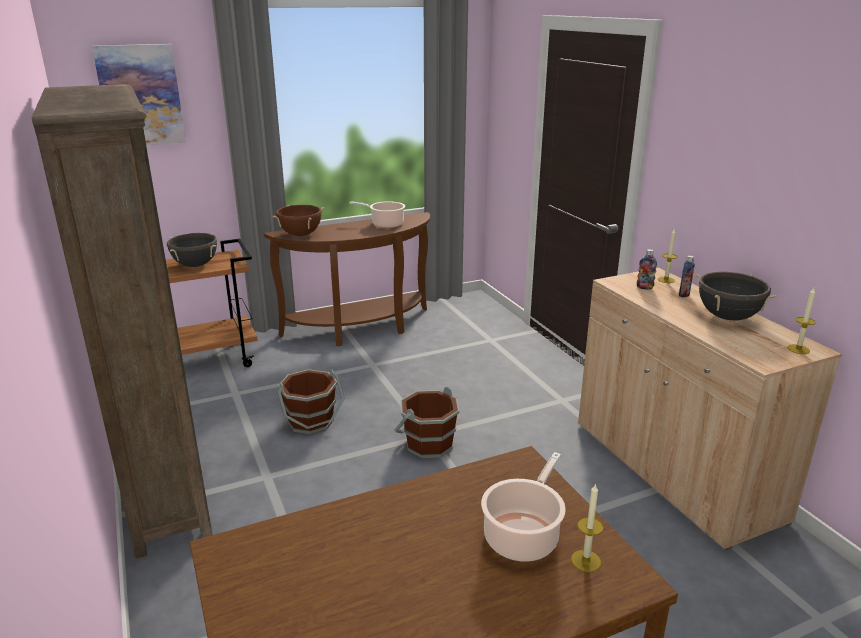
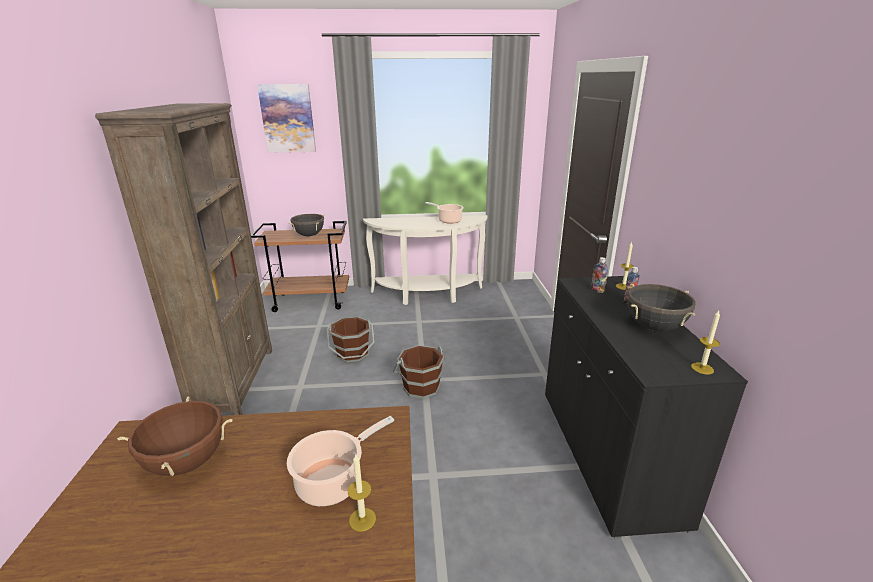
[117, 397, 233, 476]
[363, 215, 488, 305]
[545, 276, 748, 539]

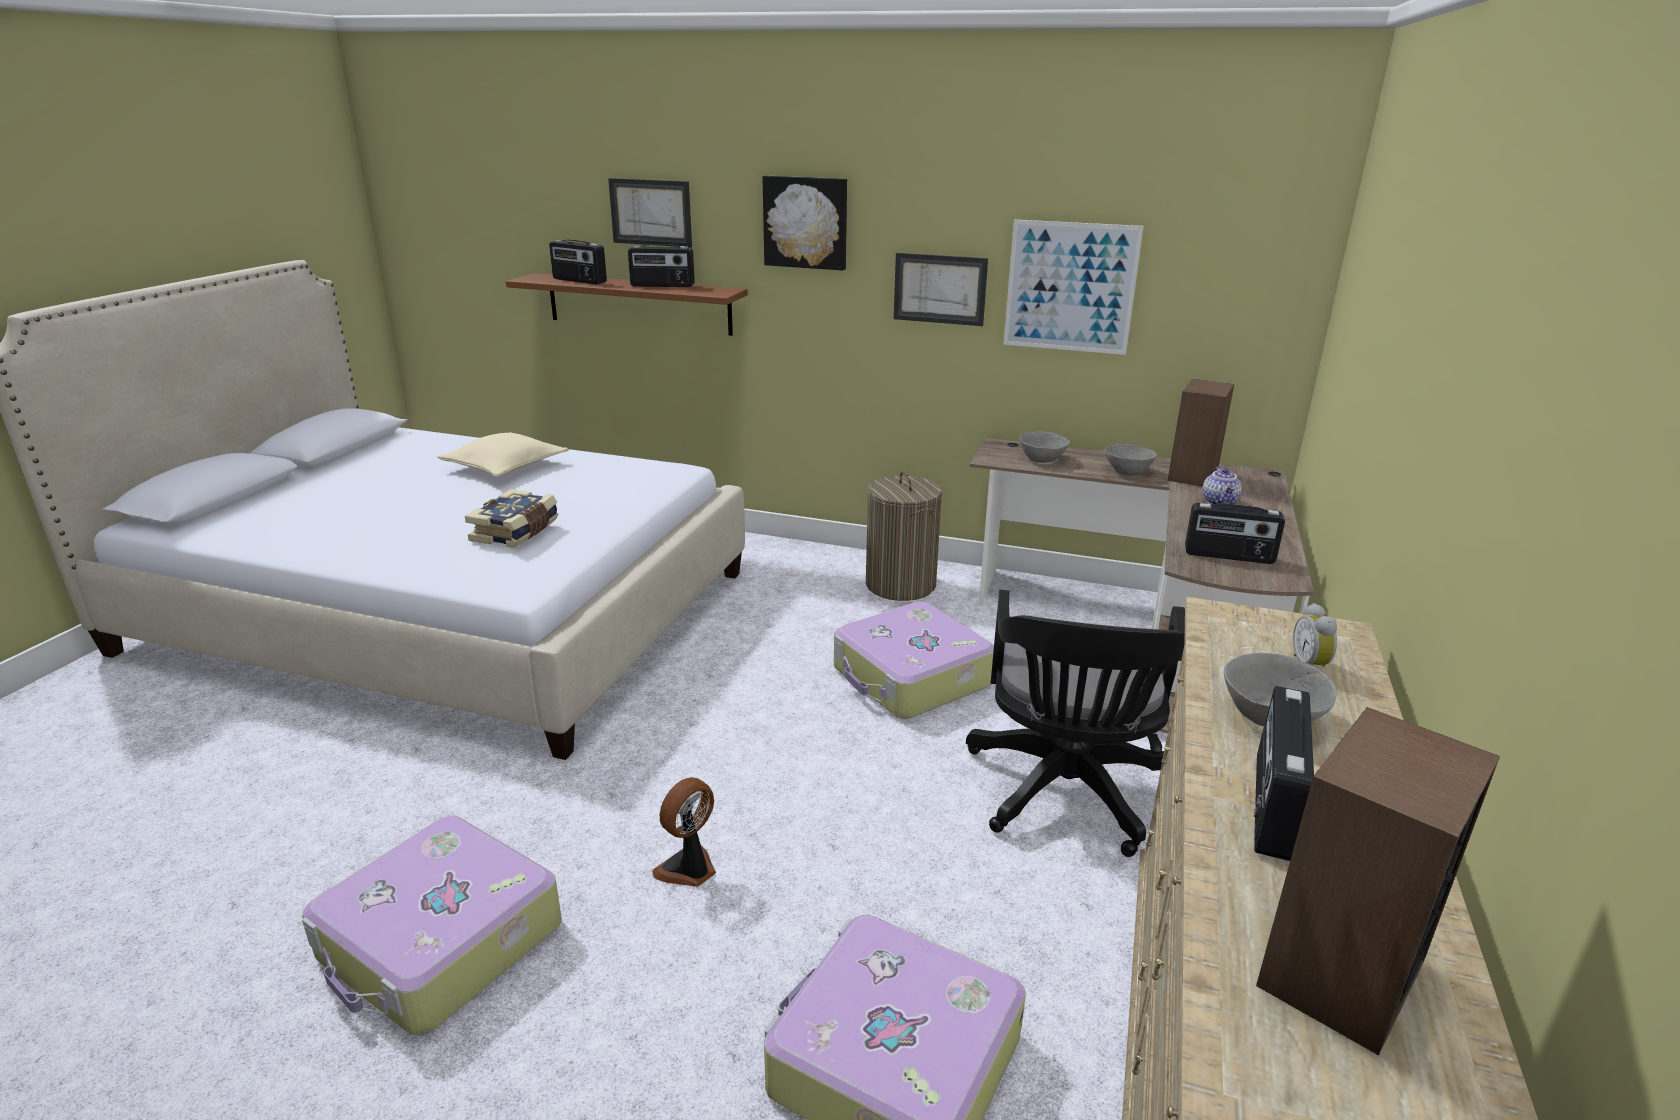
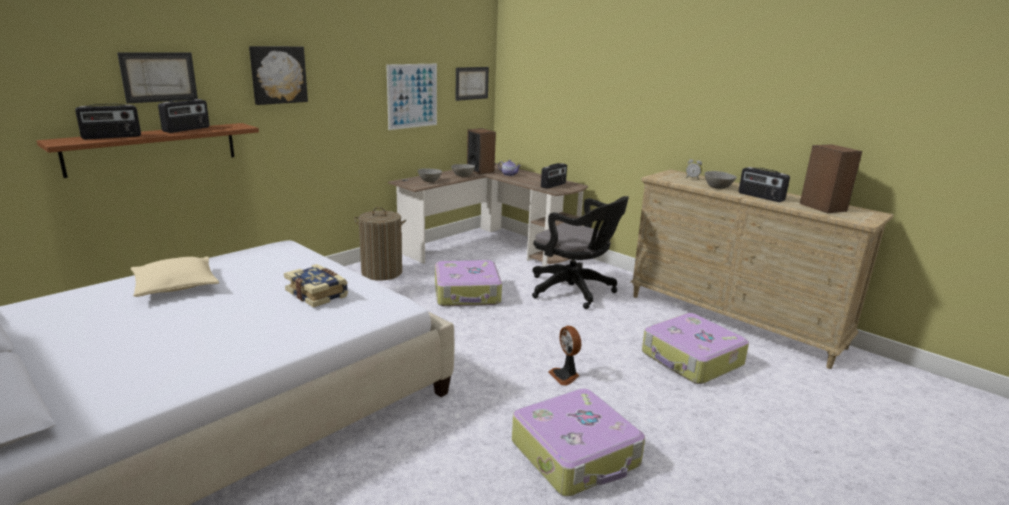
[456, 67, 489, 101]

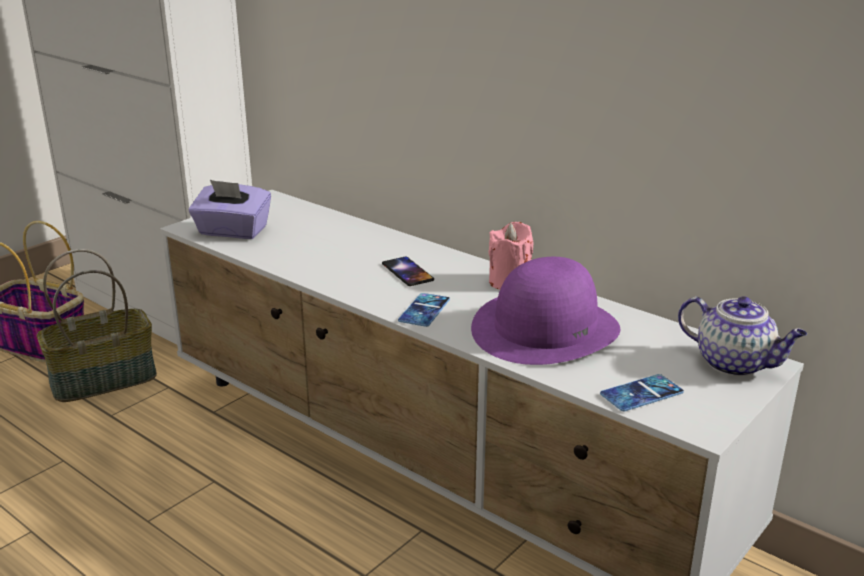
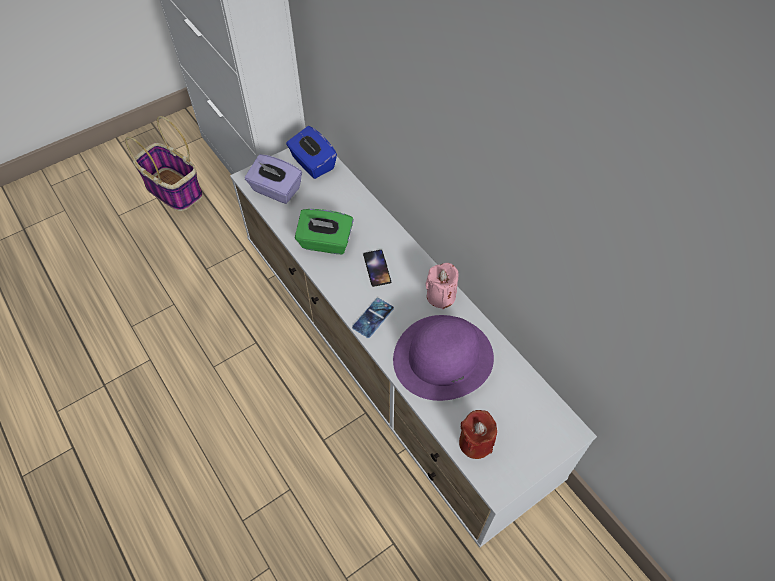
[286, 126, 337, 179]
[295, 209, 354, 254]
[459, 410, 497, 459]
[37, 249, 157, 402] (first image)
[678, 296, 807, 376] (first image)

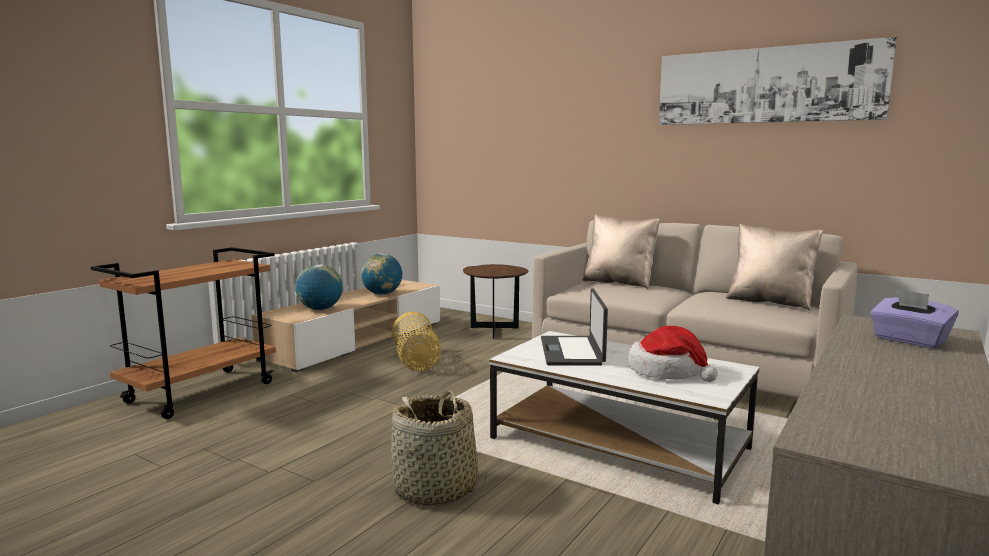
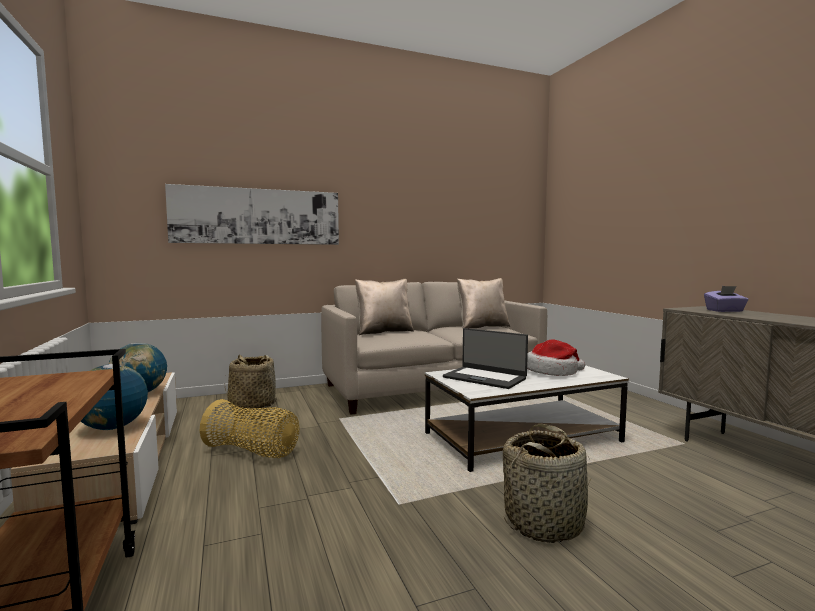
[165, 184, 339, 245]
[225, 355, 277, 410]

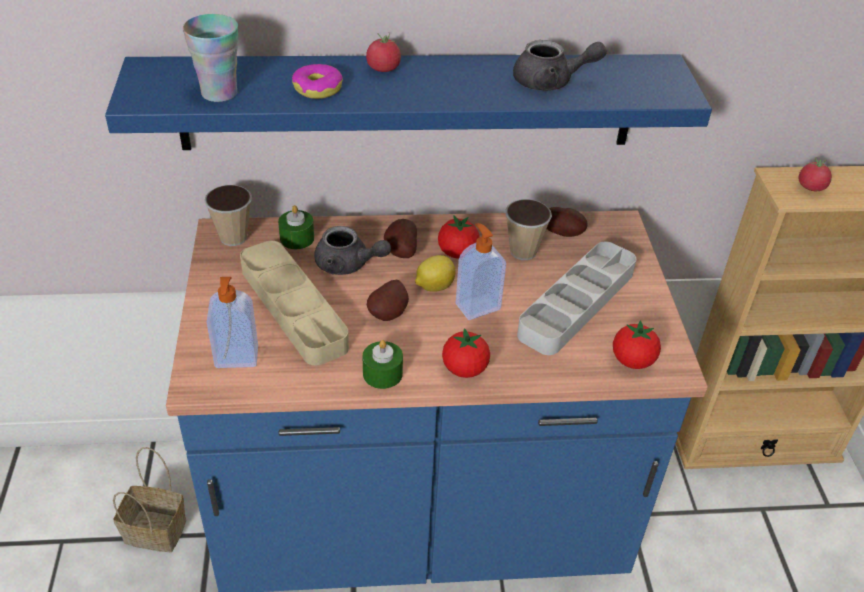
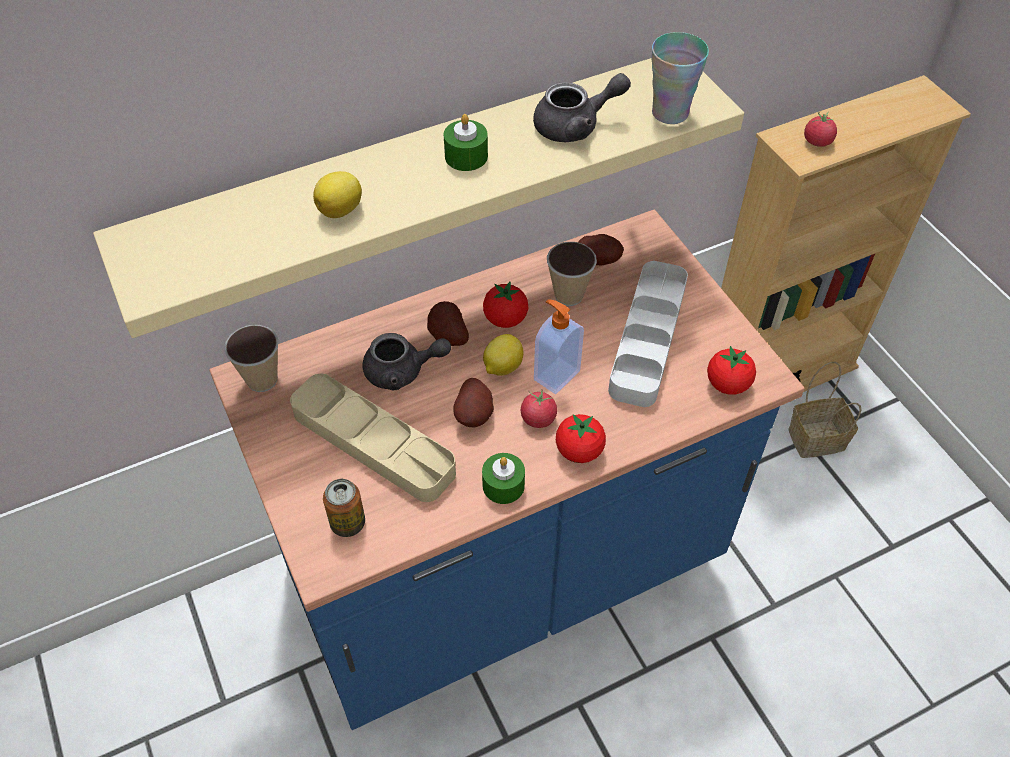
[93, 58, 744, 338]
[313, 171, 362, 218]
[323, 479, 365, 537]
[444, 114, 488, 171]
[521, 389, 557, 428]
[652, 32, 709, 124]
[788, 362, 862, 458]

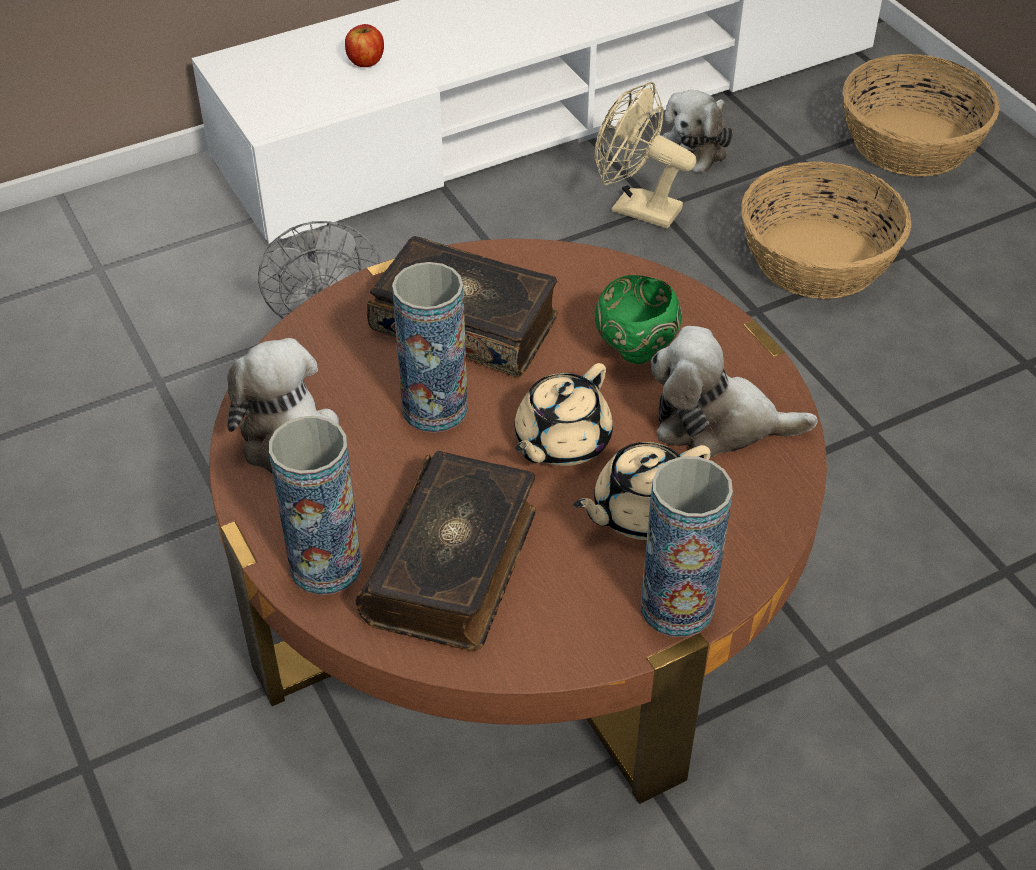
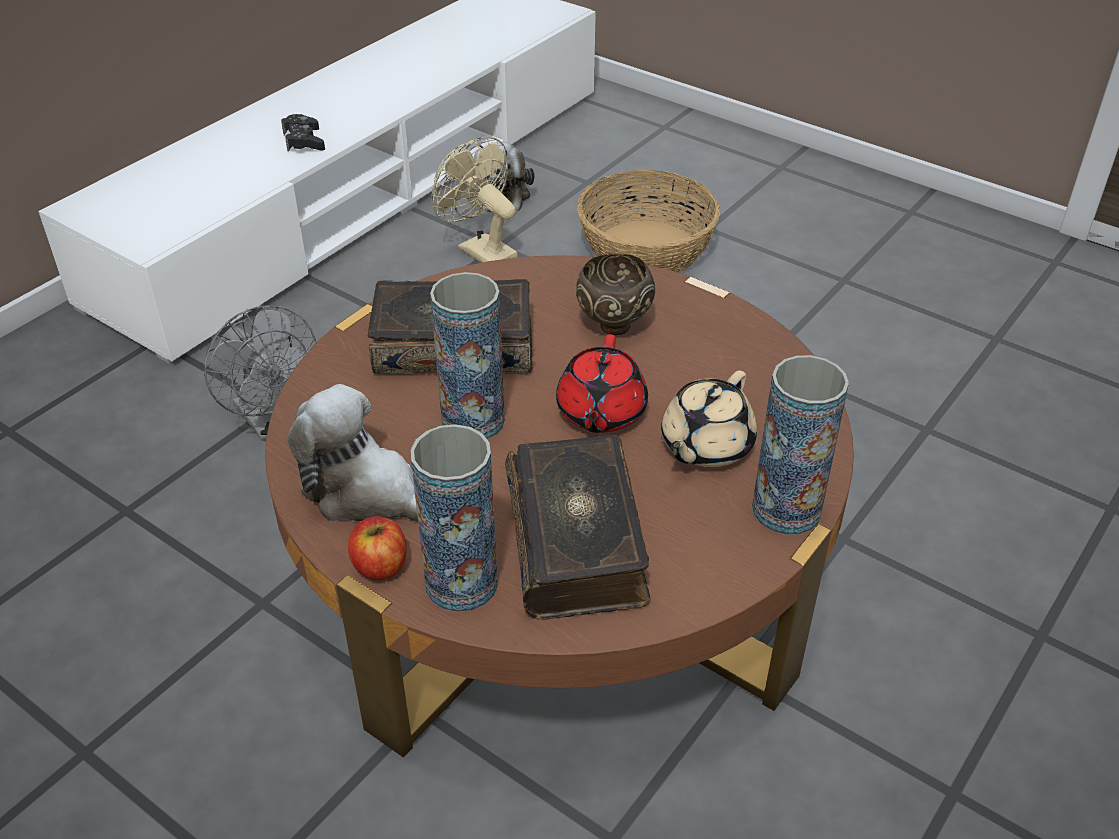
[281, 114, 325, 152]
[348, 516, 407, 580]
[431, 137, 518, 263]
[556, 334, 648, 433]
[576, 254, 655, 335]
[651, 326, 818, 458] (first image)
[842, 54, 1000, 177] (first image)

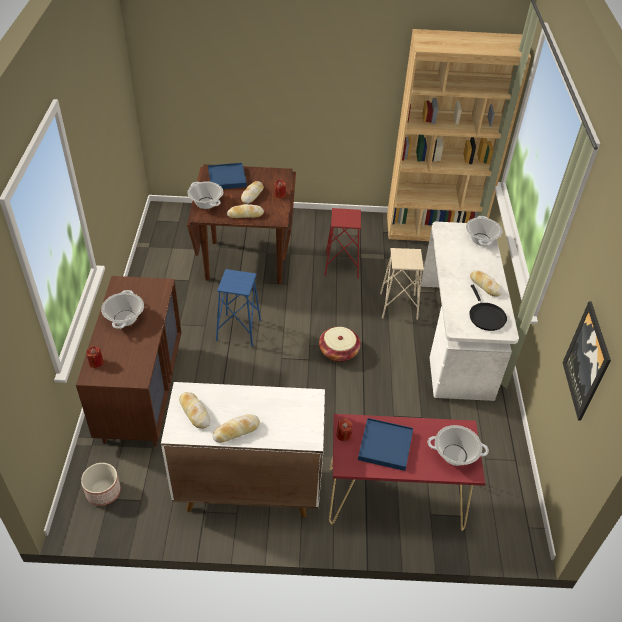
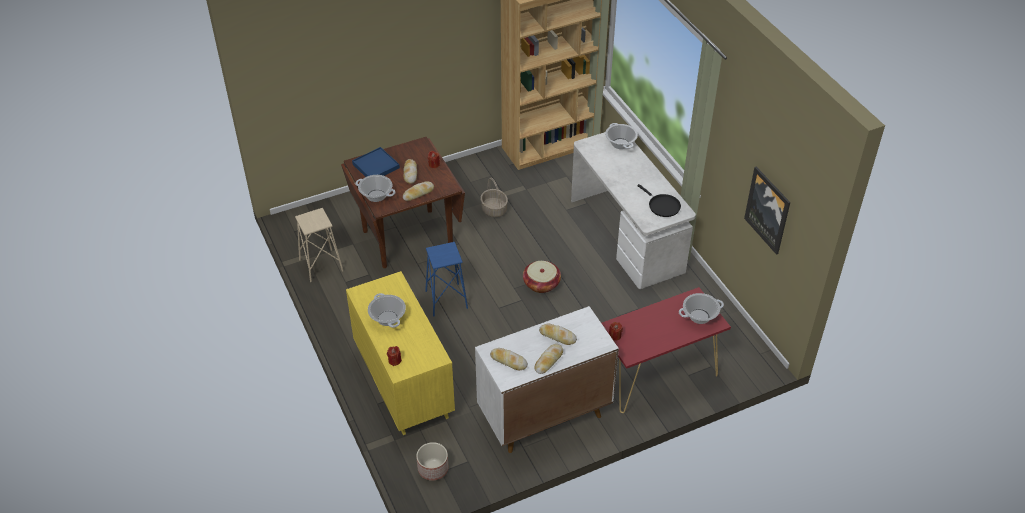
[295, 208, 343, 282]
[346, 271, 455, 435]
[481, 177, 508, 217]
[539, 324, 577, 345]
[358, 418, 413, 471] (first image)

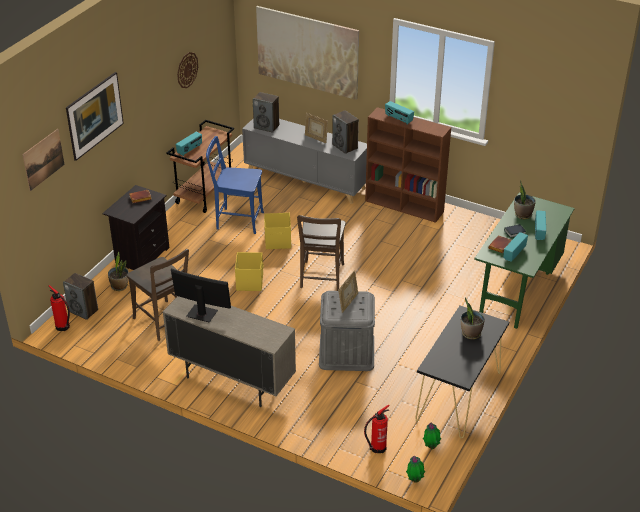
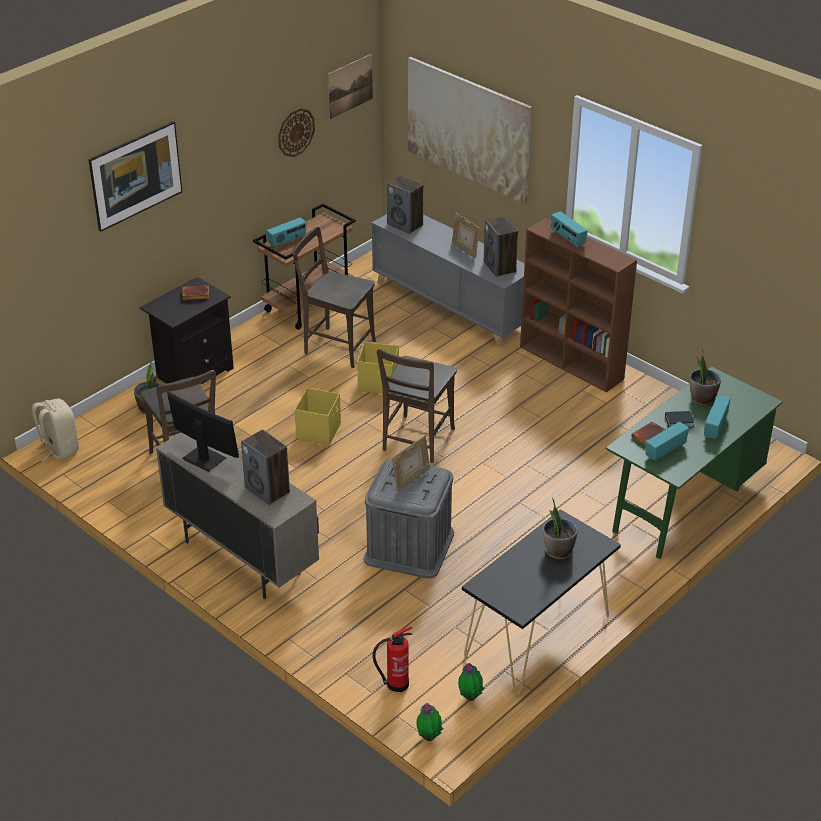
[32, 398, 79, 462]
[241, 430, 290, 505]
[293, 227, 376, 368]
[328, 54, 373, 119]

